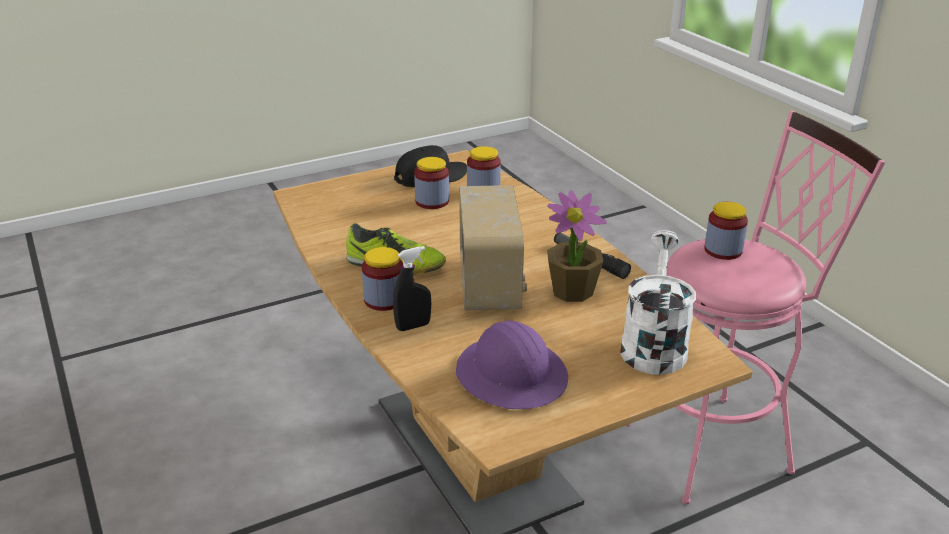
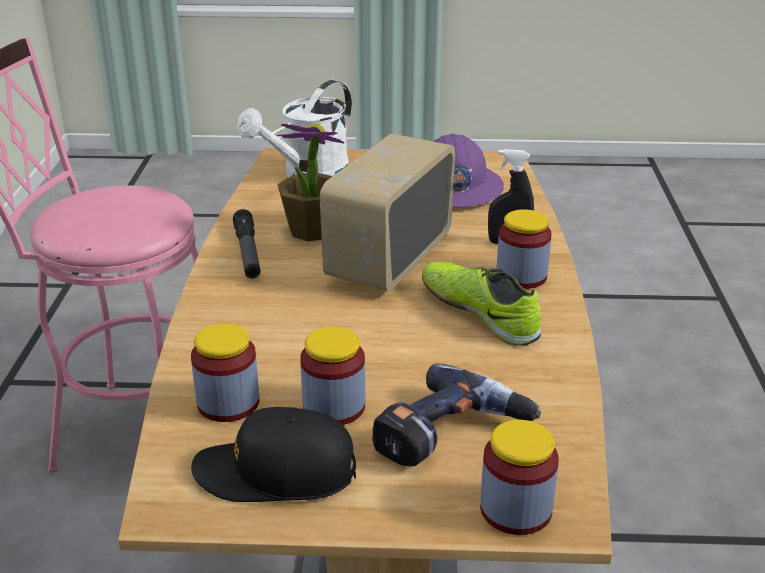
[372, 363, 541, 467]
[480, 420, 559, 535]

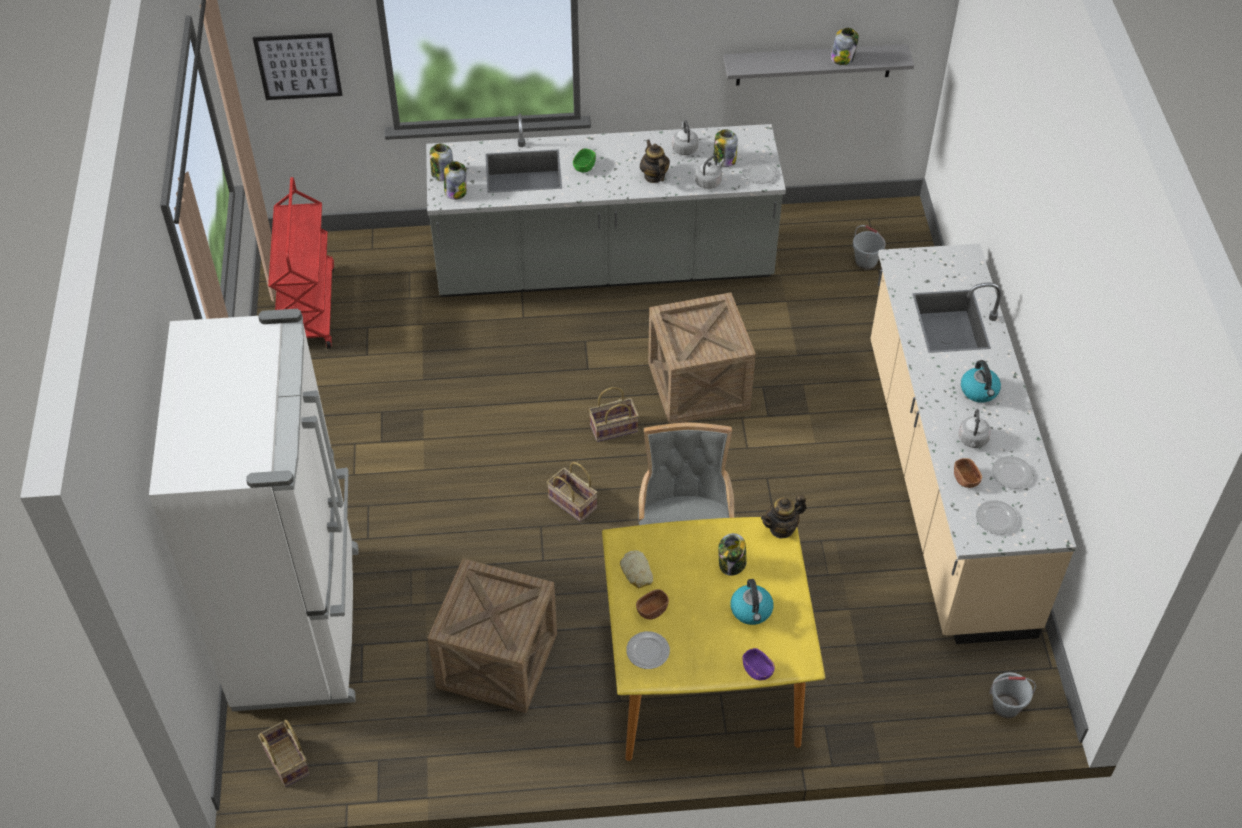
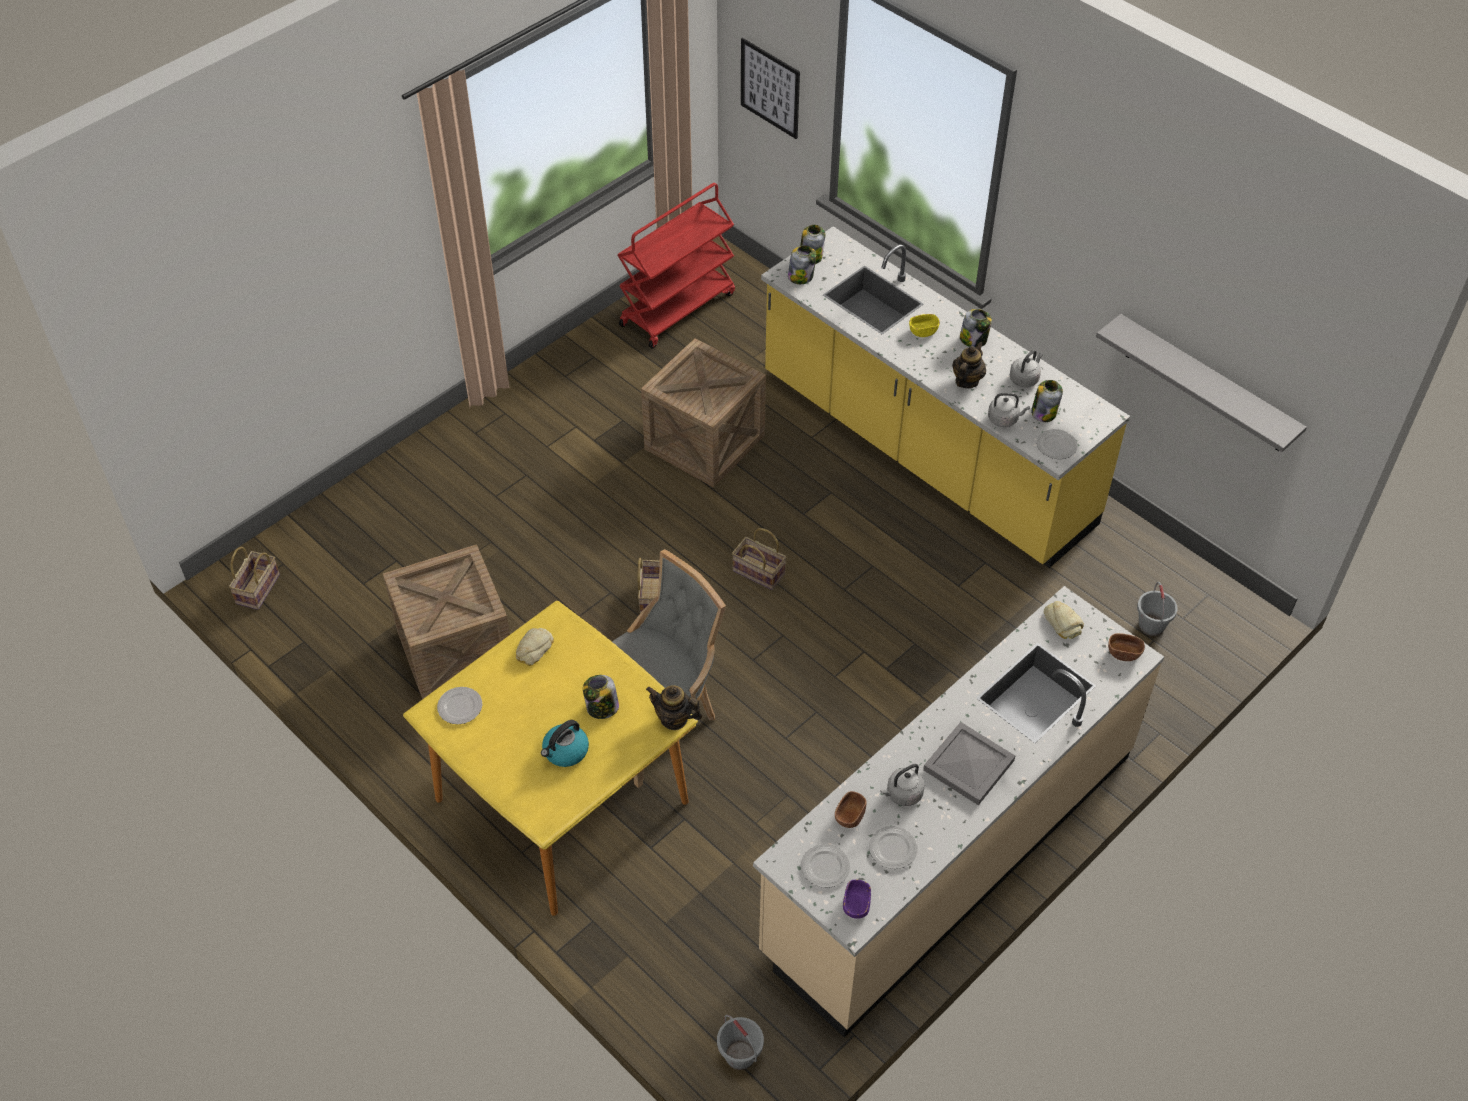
[641, 338, 766, 487]
[761, 226, 1130, 568]
[843, 880, 871, 919]
[909, 314, 940, 337]
[923, 722, 1015, 805]
[960, 309, 992, 348]
[1043, 601, 1084, 639]
[1108, 633, 1145, 661]
[149, 309, 358, 711] (first image)

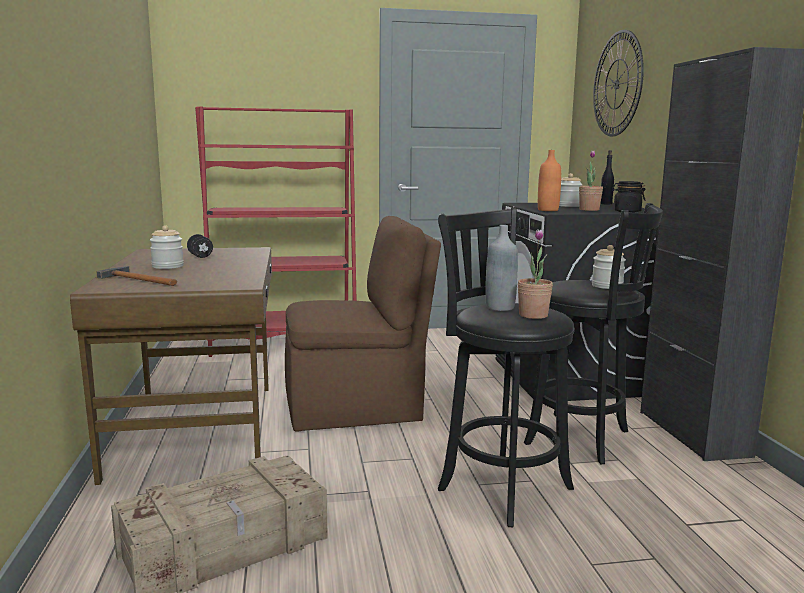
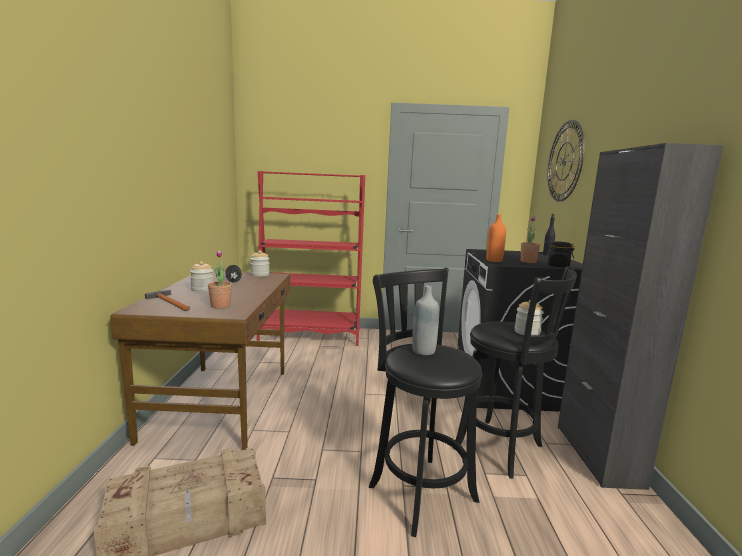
[208, 250, 232, 308]
[250, 250, 270, 277]
[285, 216, 441, 432] (first image)

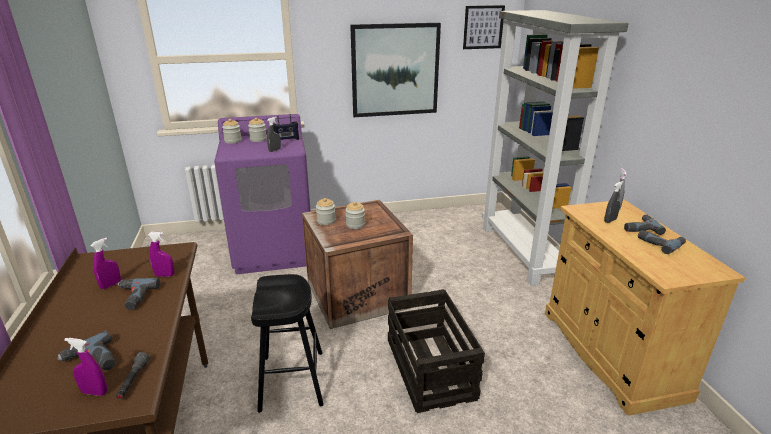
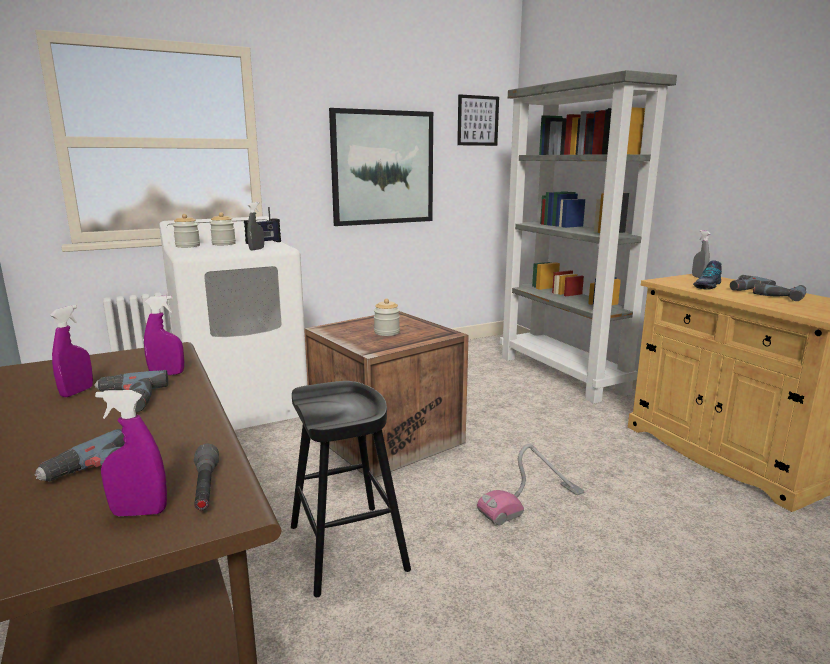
[159, 216, 308, 430]
[477, 444, 584, 526]
[693, 260, 722, 290]
[316, 198, 336, 225] (first image)

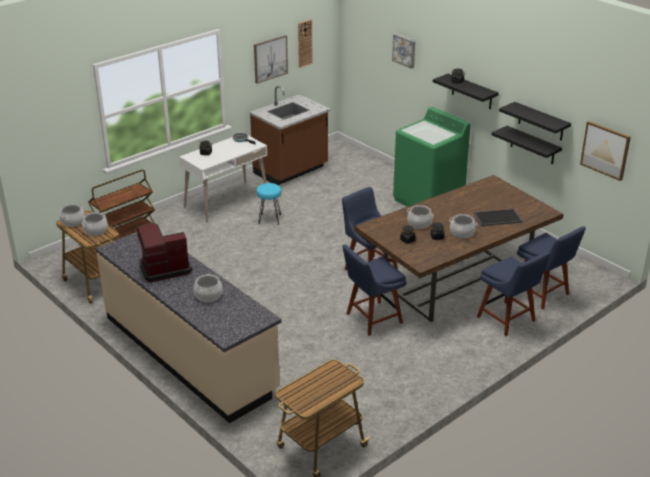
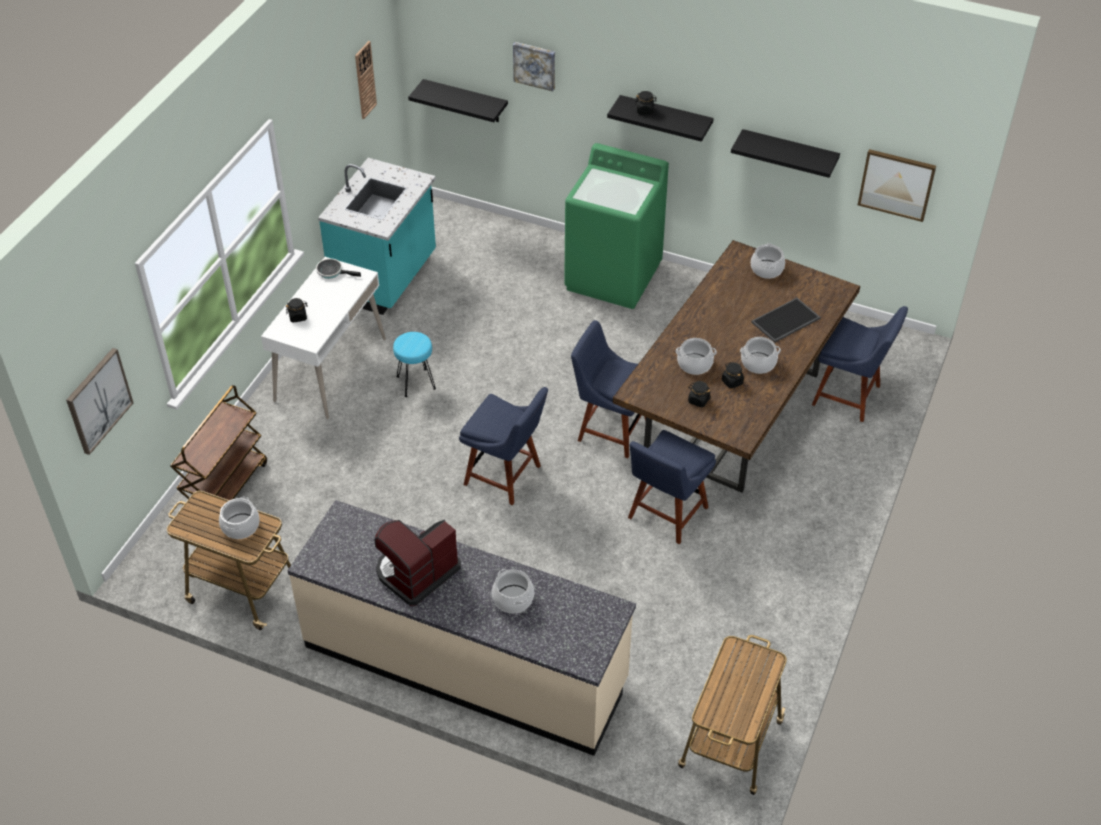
[66, 348, 133, 455]
[318, 158, 436, 315]
[408, 79, 508, 122]
[459, 387, 548, 505]
[751, 243, 785, 279]

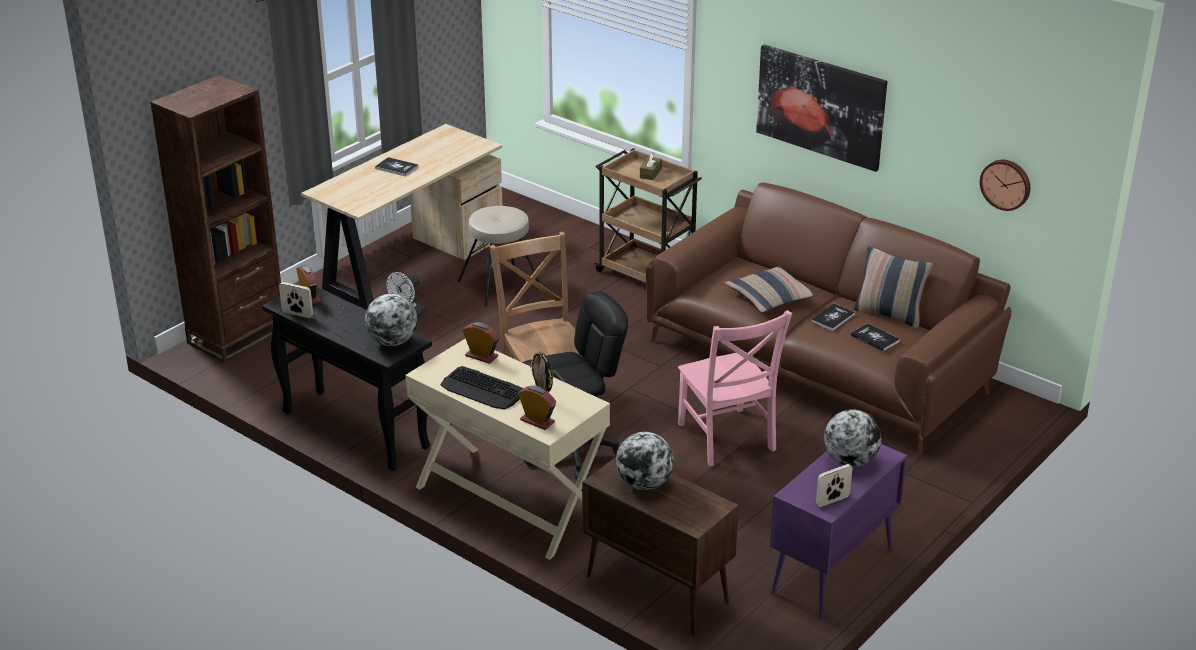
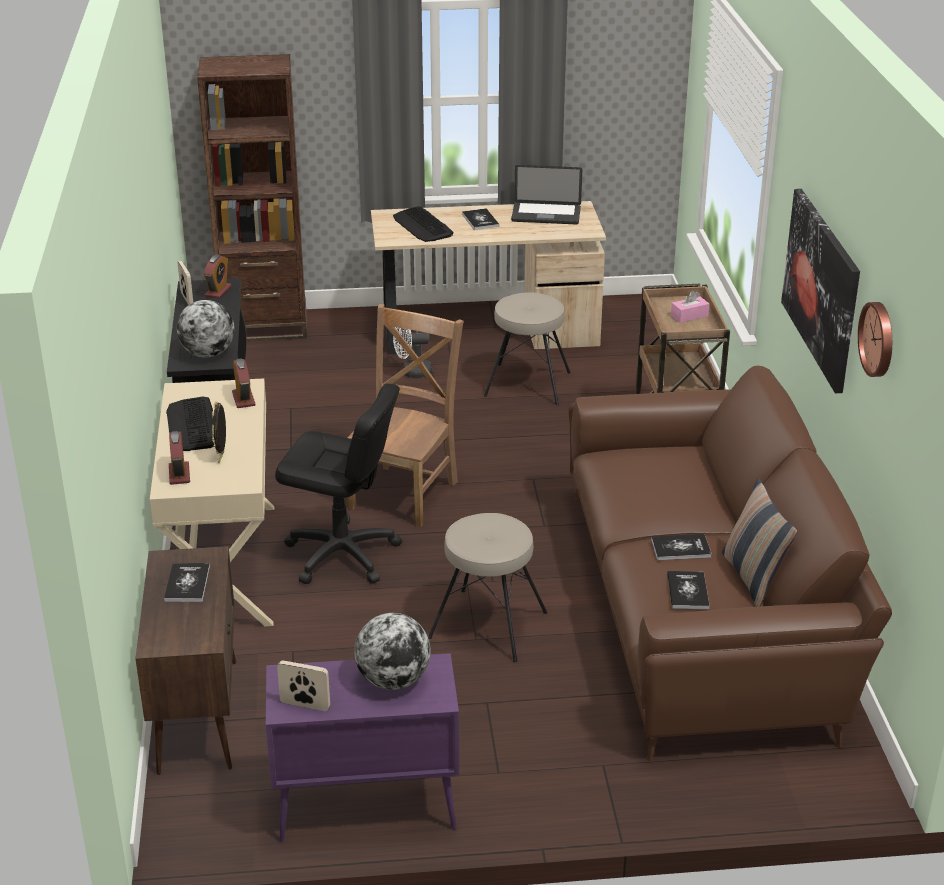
[164, 563, 210, 602]
[393, 207, 453, 242]
[428, 513, 547, 662]
[511, 165, 582, 224]
[671, 291, 709, 323]
[858, 302, 892, 377]
[724, 266, 818, 312] (first image)

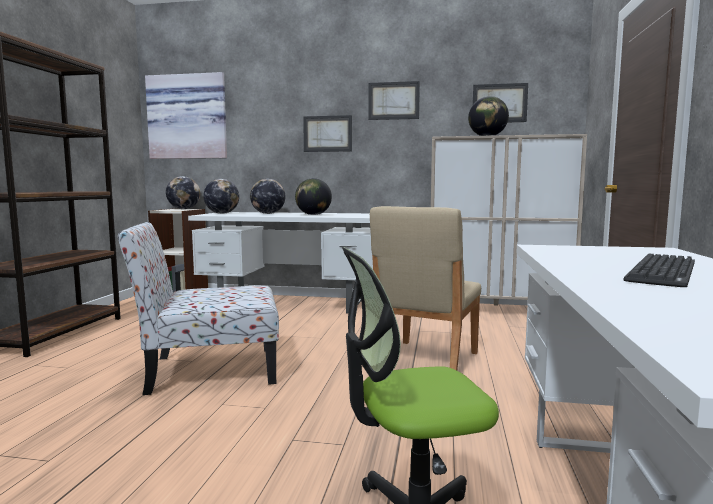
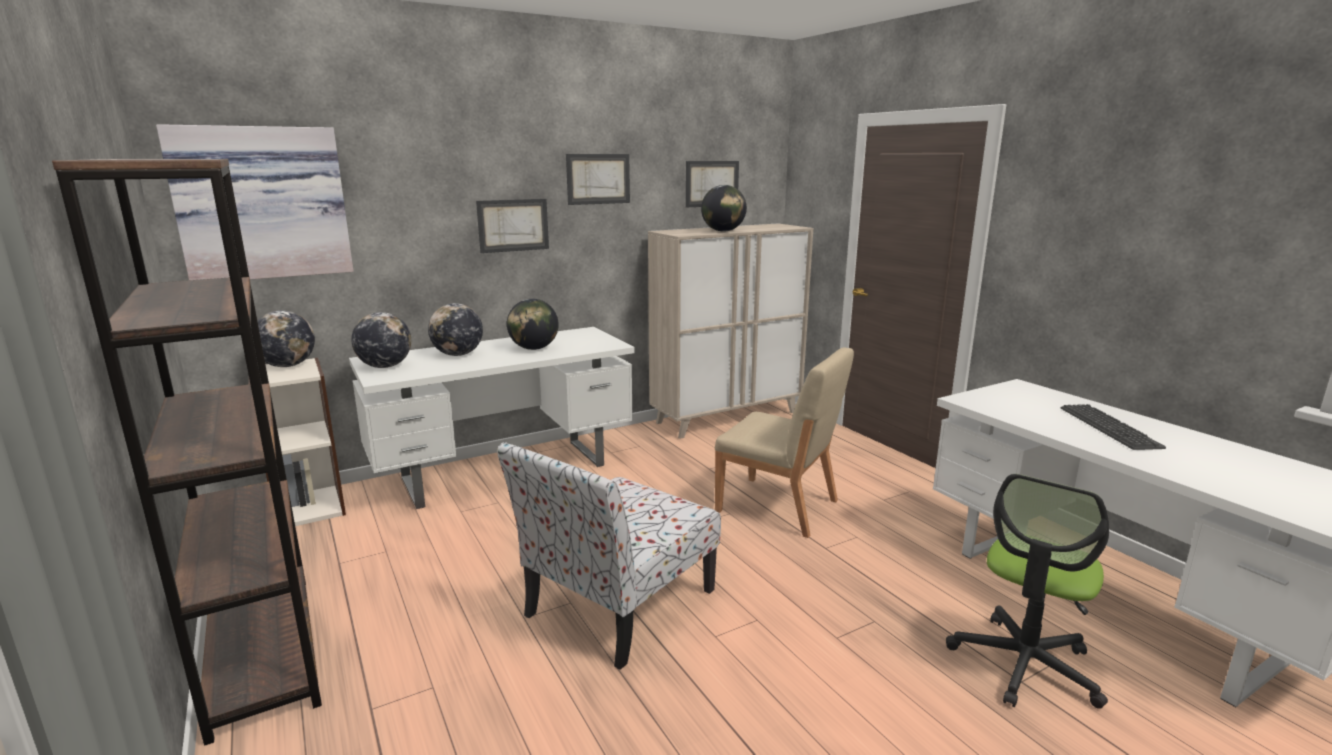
[715, 348, 854, 538]

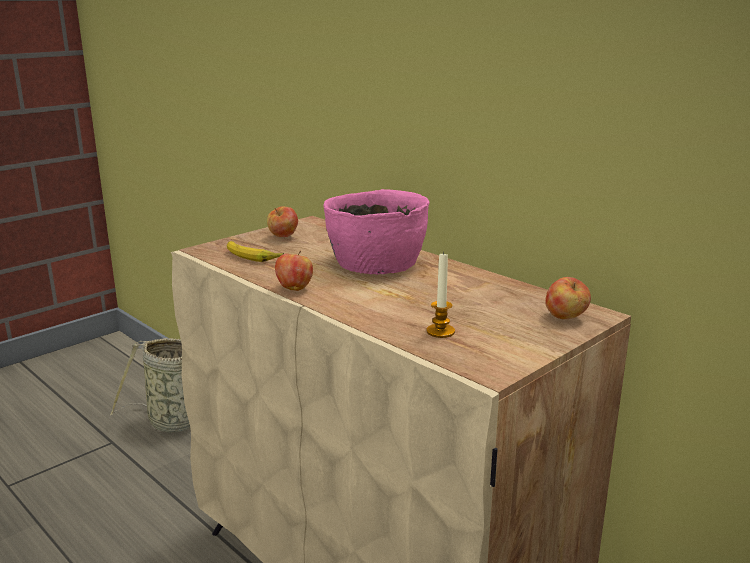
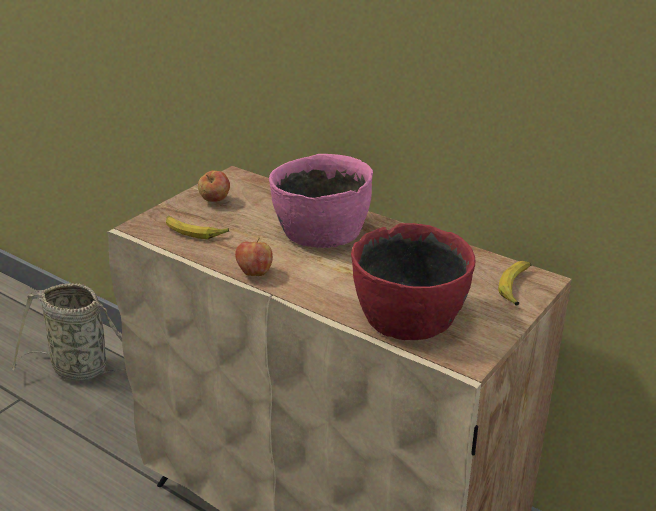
[351, 223, 475, 340]
[498, 261, 531, 305]

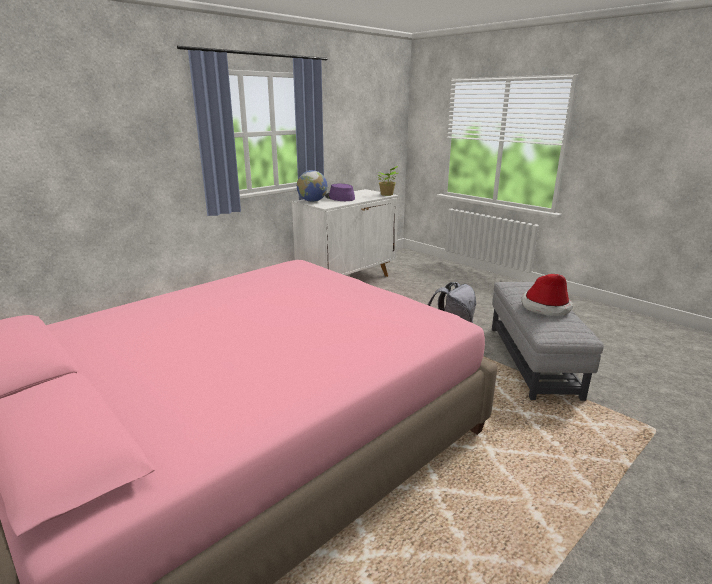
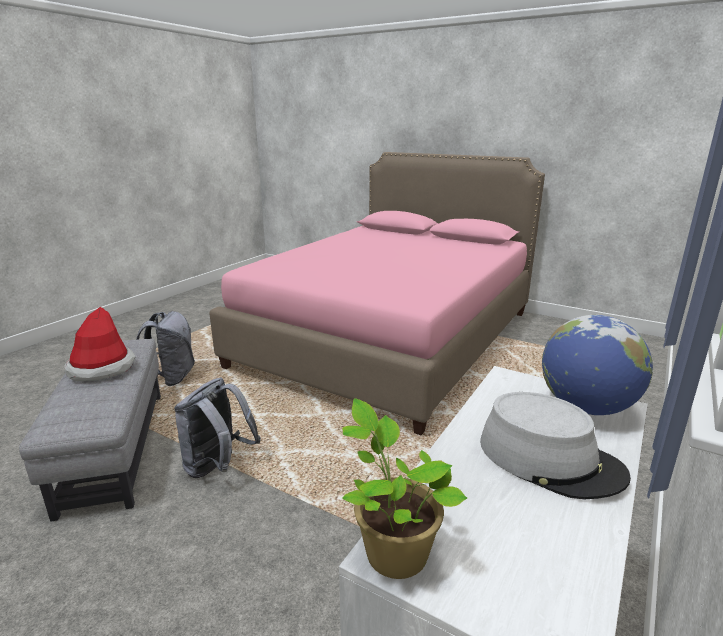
[136, 311, 195, 386]
[480, 392, 631, 499]

